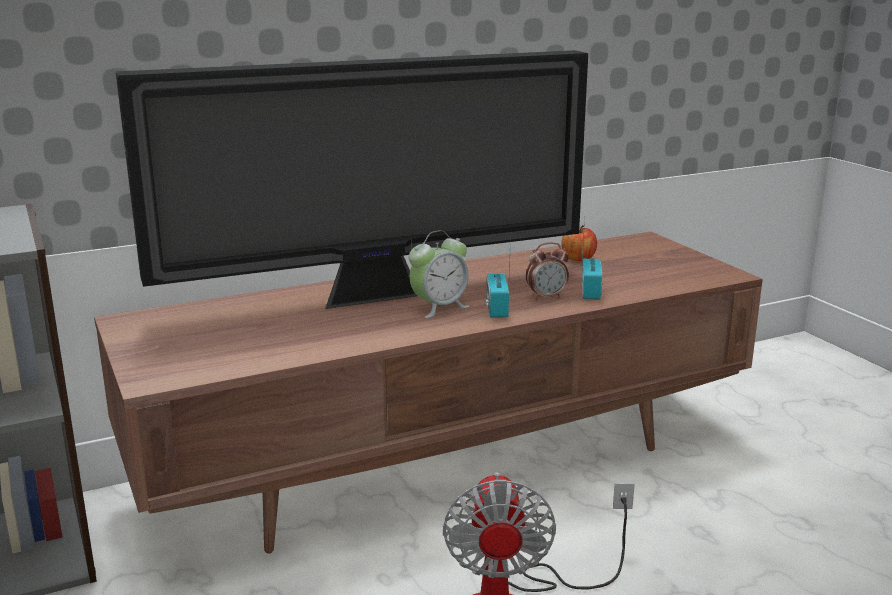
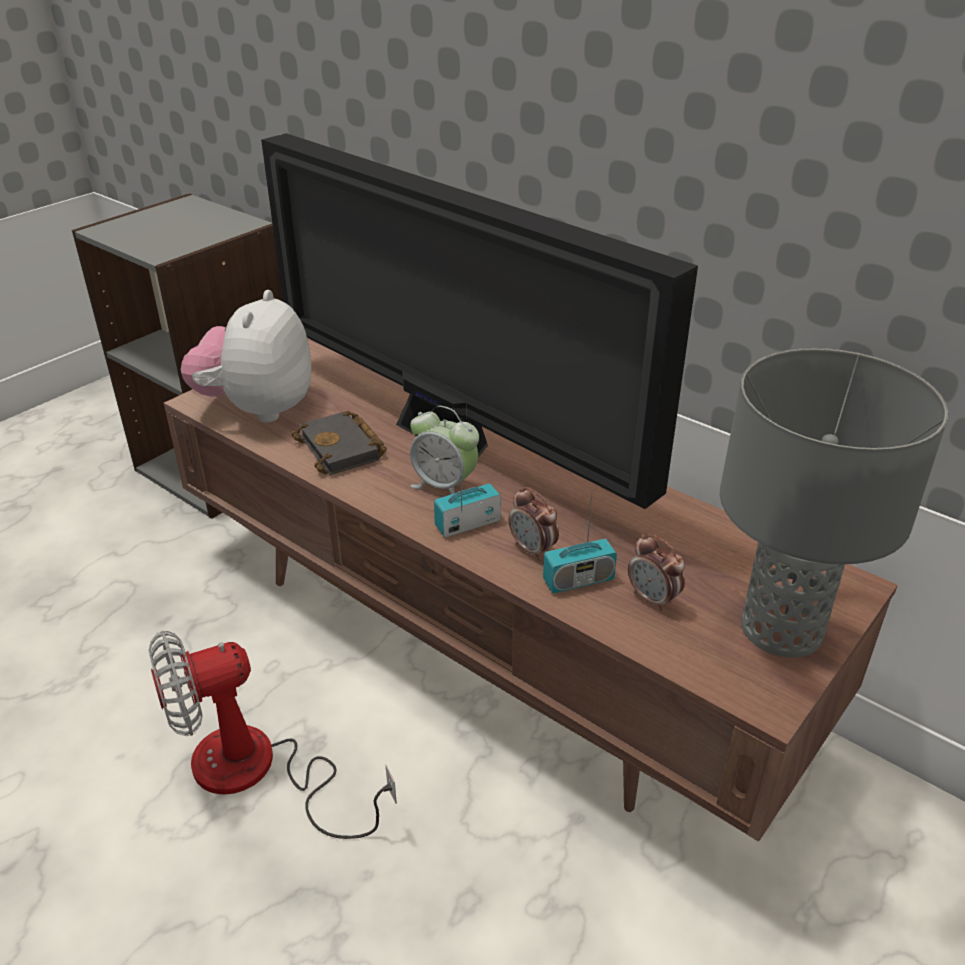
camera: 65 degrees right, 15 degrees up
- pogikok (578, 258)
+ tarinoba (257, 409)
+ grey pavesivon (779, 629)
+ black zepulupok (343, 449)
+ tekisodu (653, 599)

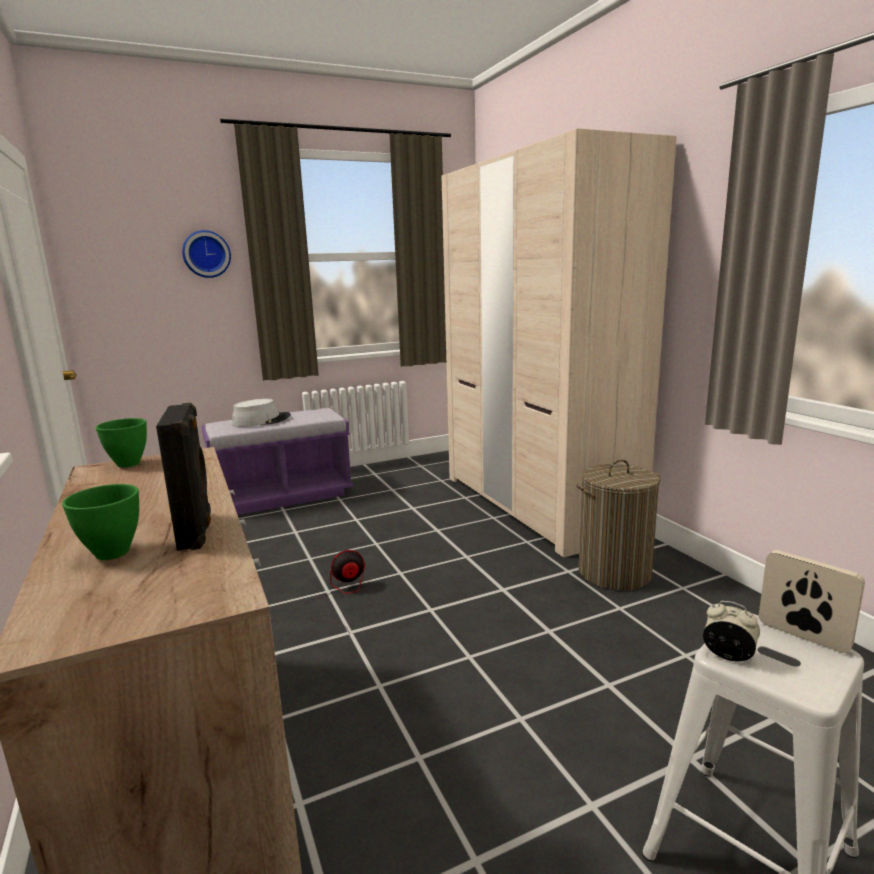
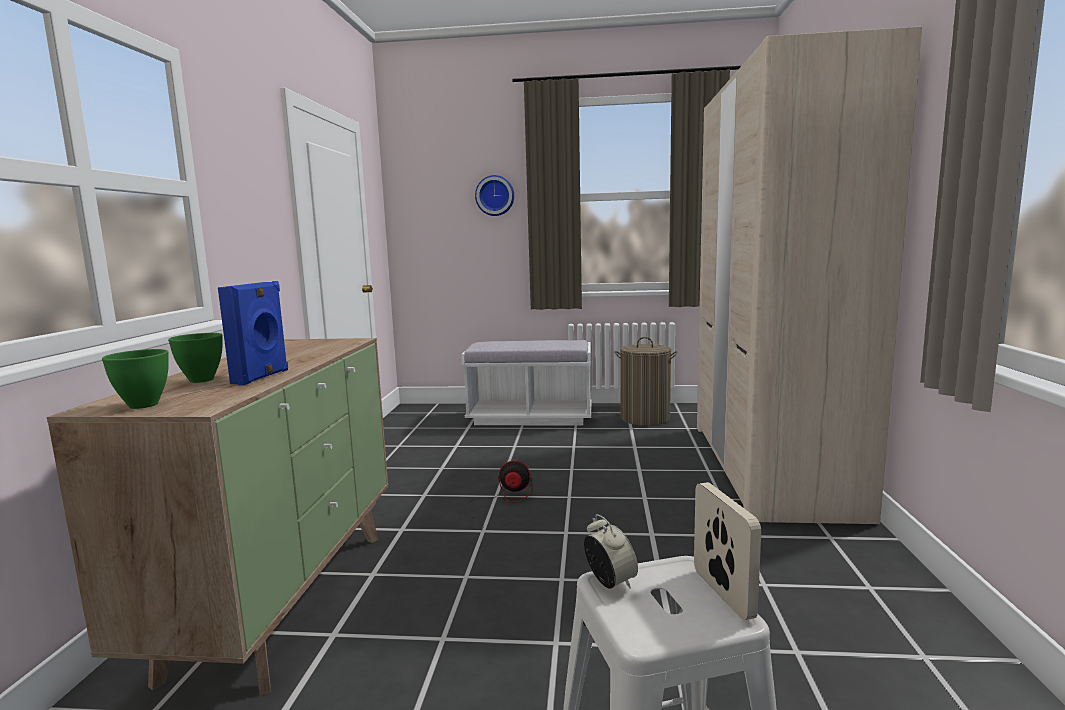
camera: 30 degrees right, 5 degrees down
- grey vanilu (261, 420)
~ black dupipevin (197, 531) to blue dupipevin (262, 377)
~ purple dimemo (282, 497) to white dimemo (530, 417)
~ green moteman (127, 464) to (142, 405)
~ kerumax (614, 573) to (645, 418)

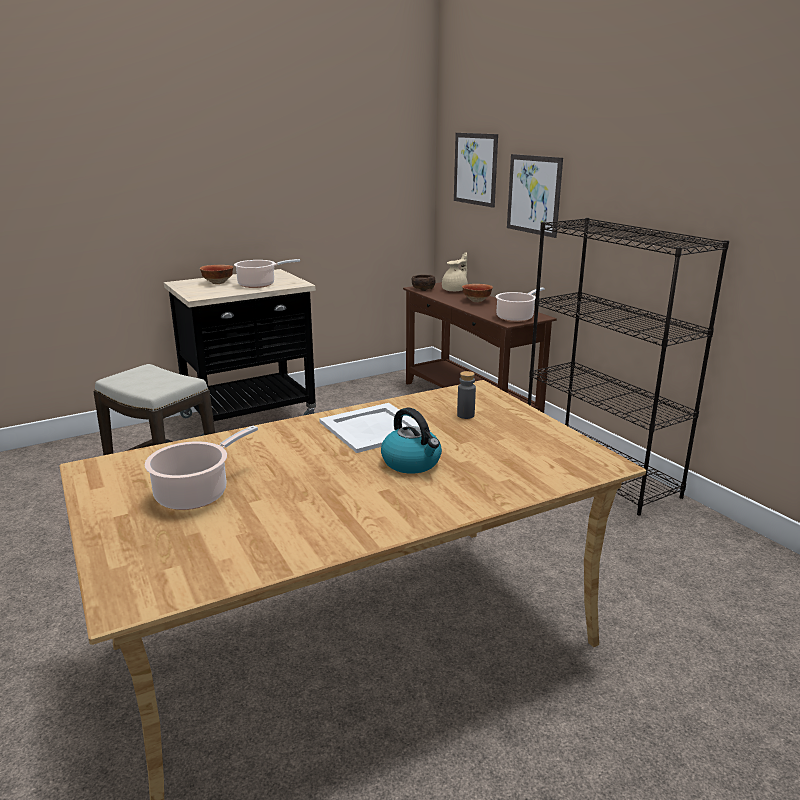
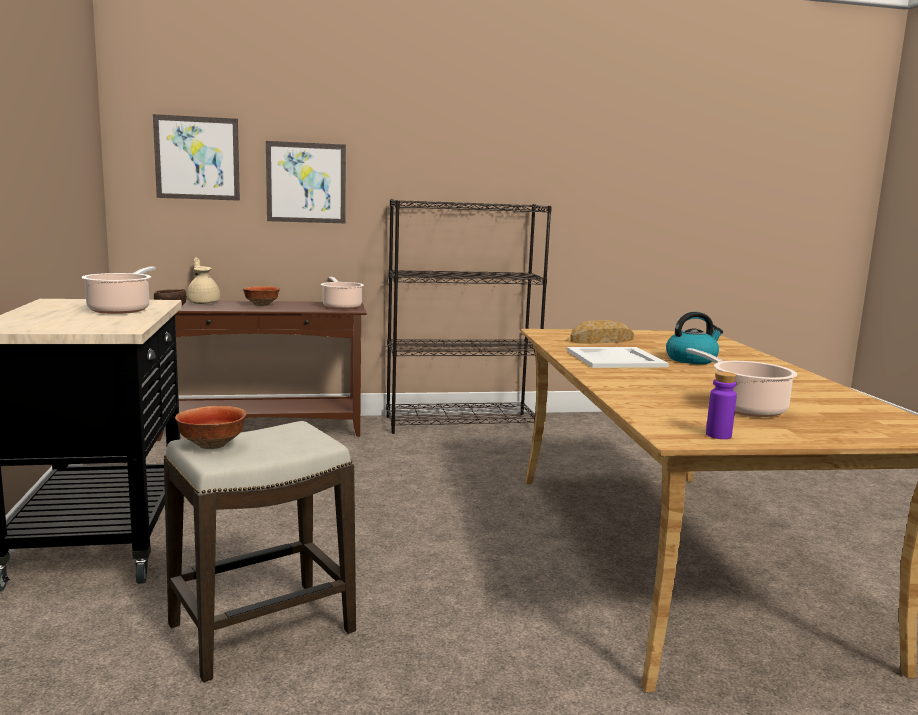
camera: 70 degrees left, 10 degrees down
~ moteman (217, 282) to (210, 445)
~ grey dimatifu (465, 415) to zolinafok (602, 340)
+ purple dimatifu (718, 435)

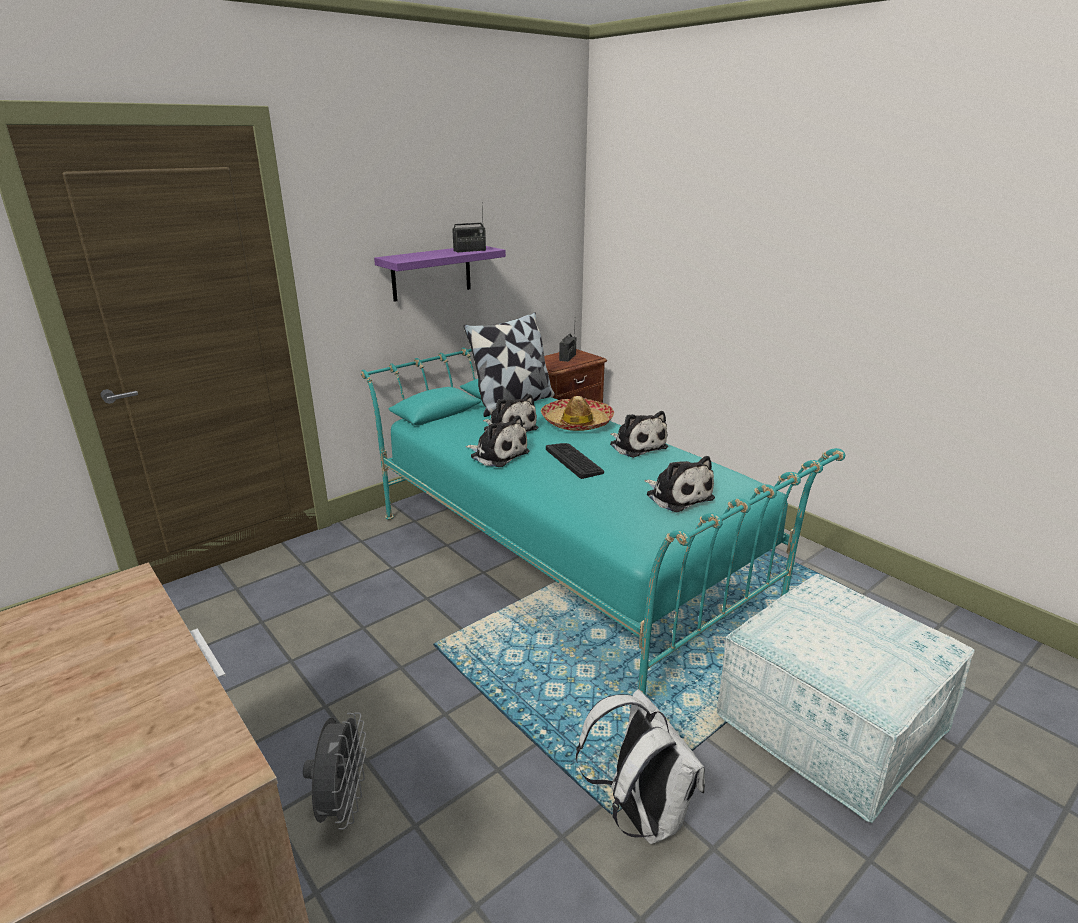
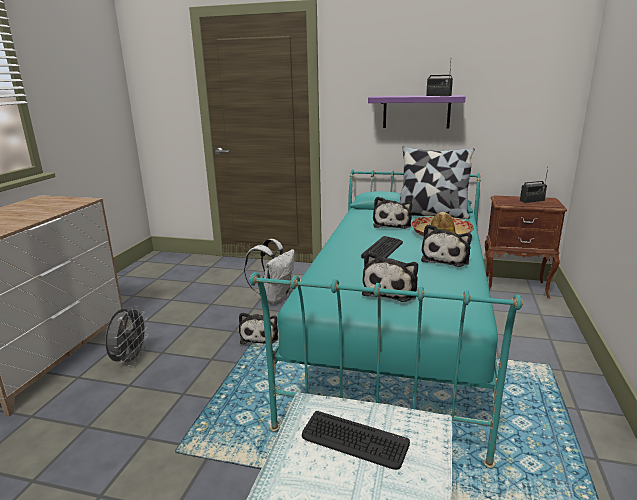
camera: 55 degrees right, 5 degrees down
~ tarinoba (497, 454) to (260, 336)
~ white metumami (639, 814) to (274, 298)
~ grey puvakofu (343, 805) = (130, 360) 45 degrees counterclockwise
+ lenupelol (354, 441)

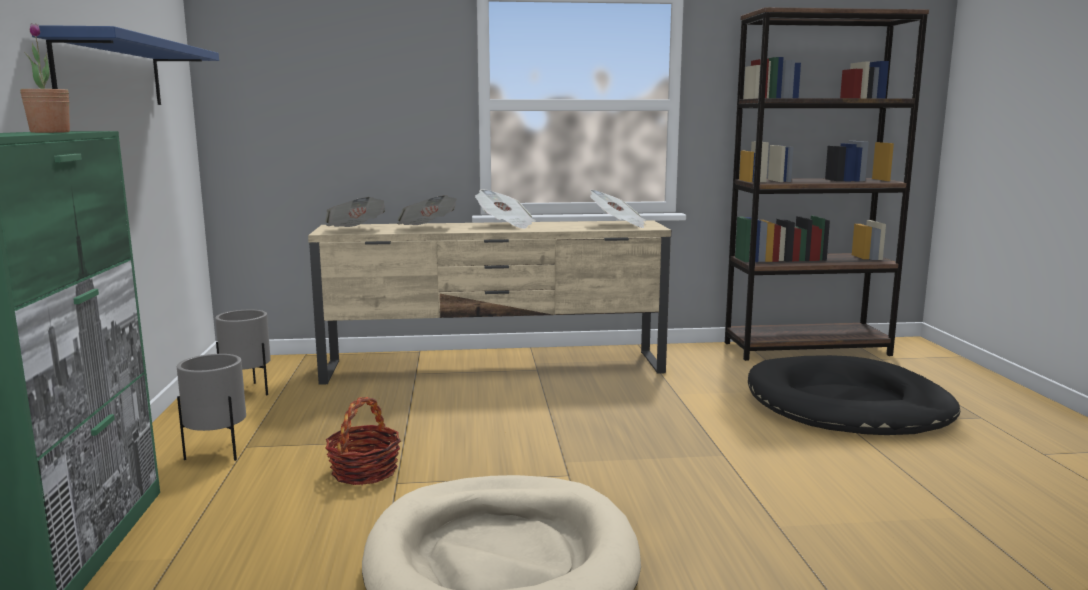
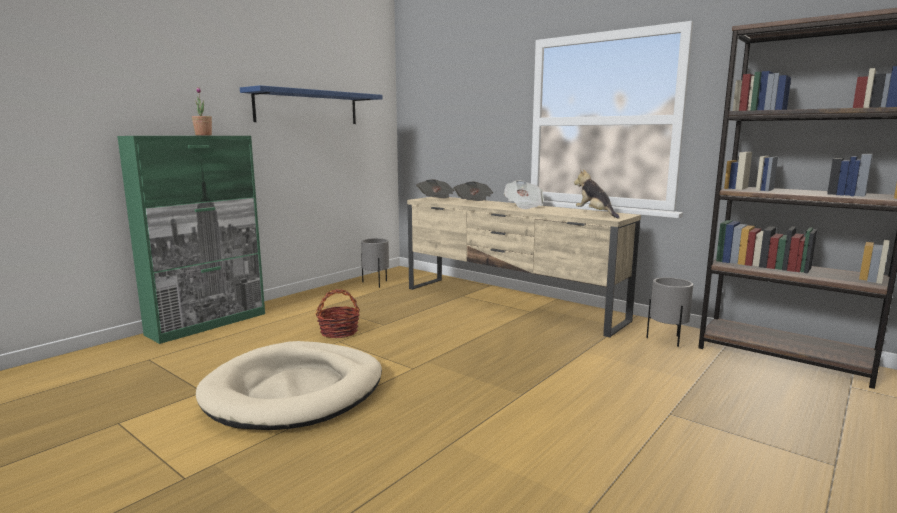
camera: 45 degrees right, 0 degrees up
~ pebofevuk (618, 225) to tarinoba (595, 214)
~ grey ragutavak (218, 454) to (667, 340)
- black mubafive (847, 405)

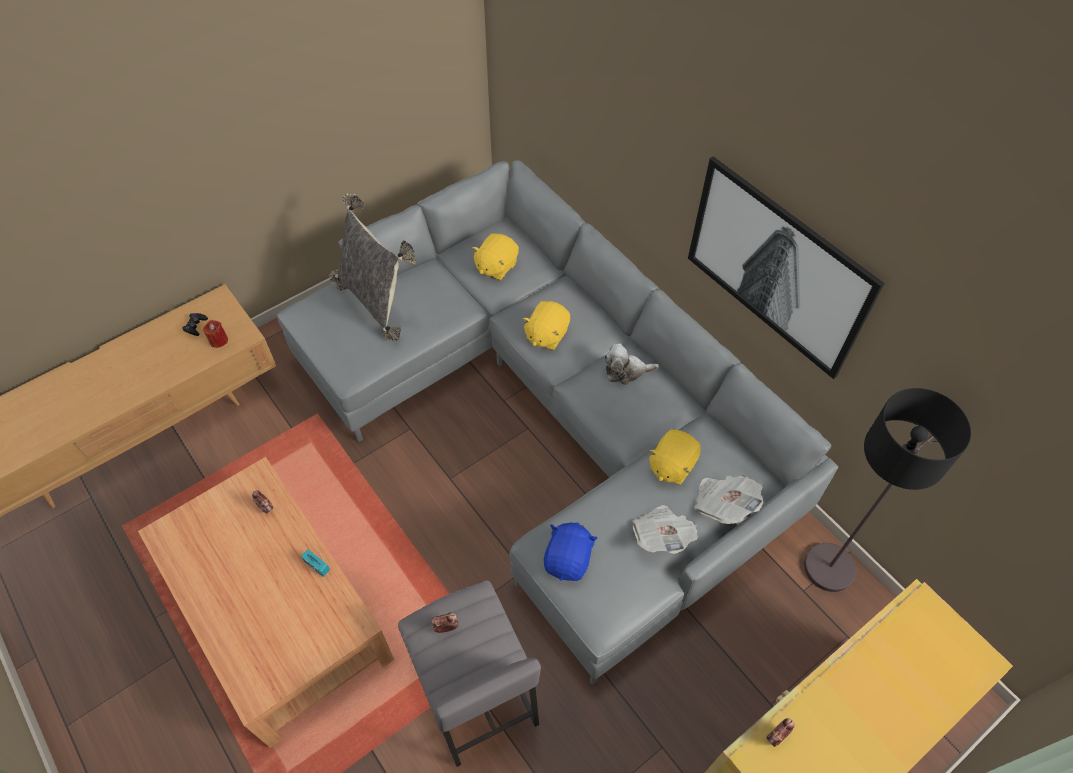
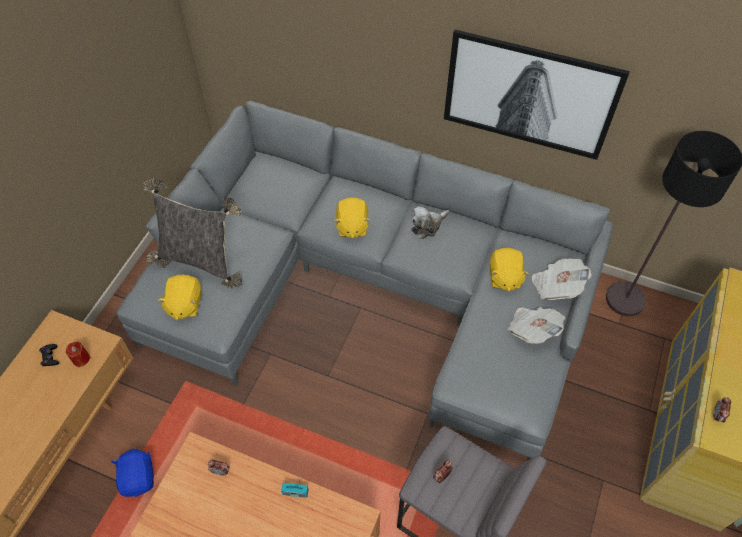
camera: 30 degrees left, 0 degrees up
~ yellow tarinoba (496, 266) to (184, 304)
~ blue tarinoba (568, 559) to (139, 478)

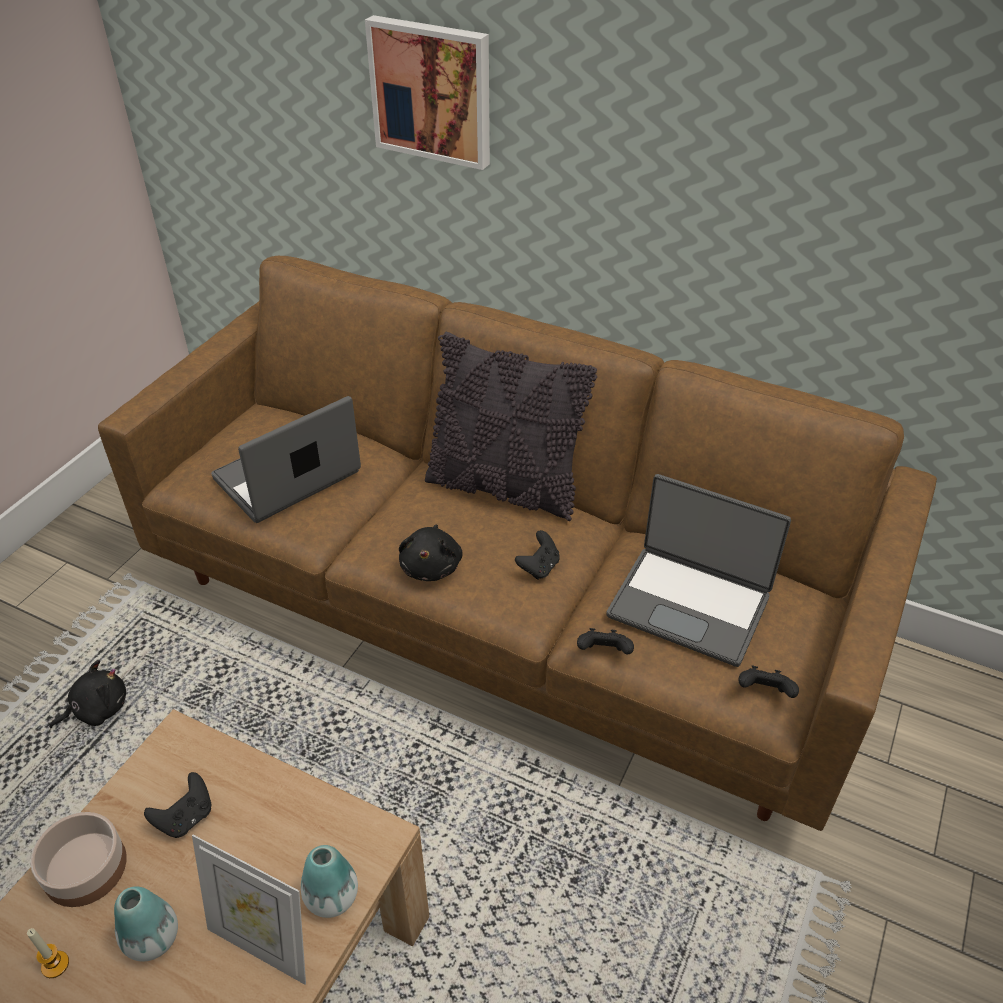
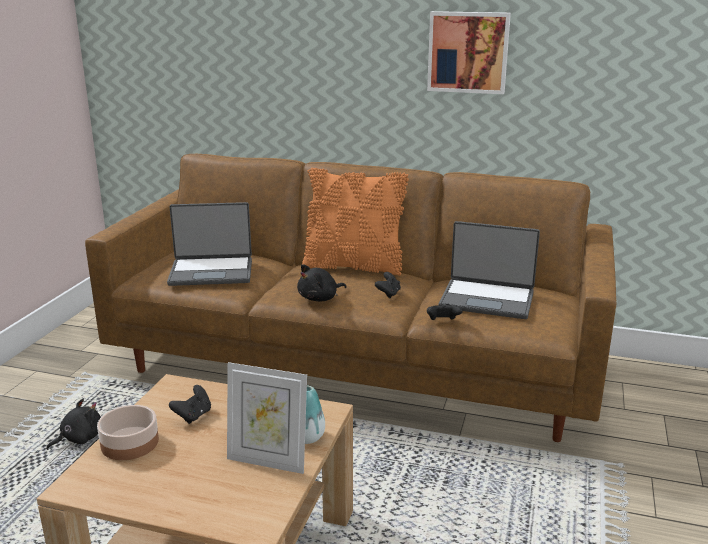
camera: 10 degrees left, 20 degrees down
~ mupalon (432, 91) to (468, 52)
~ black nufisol (505, 487) to orange nufisol (354, 266)
~ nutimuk (288, 478) = (211, 272) 135 degrees counterclockwise
~ black tarinoba (431, 566) = (320, 298) 60 degrees clockwise
- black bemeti (764, 693)
- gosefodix (152, 939)
- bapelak (55, 964)

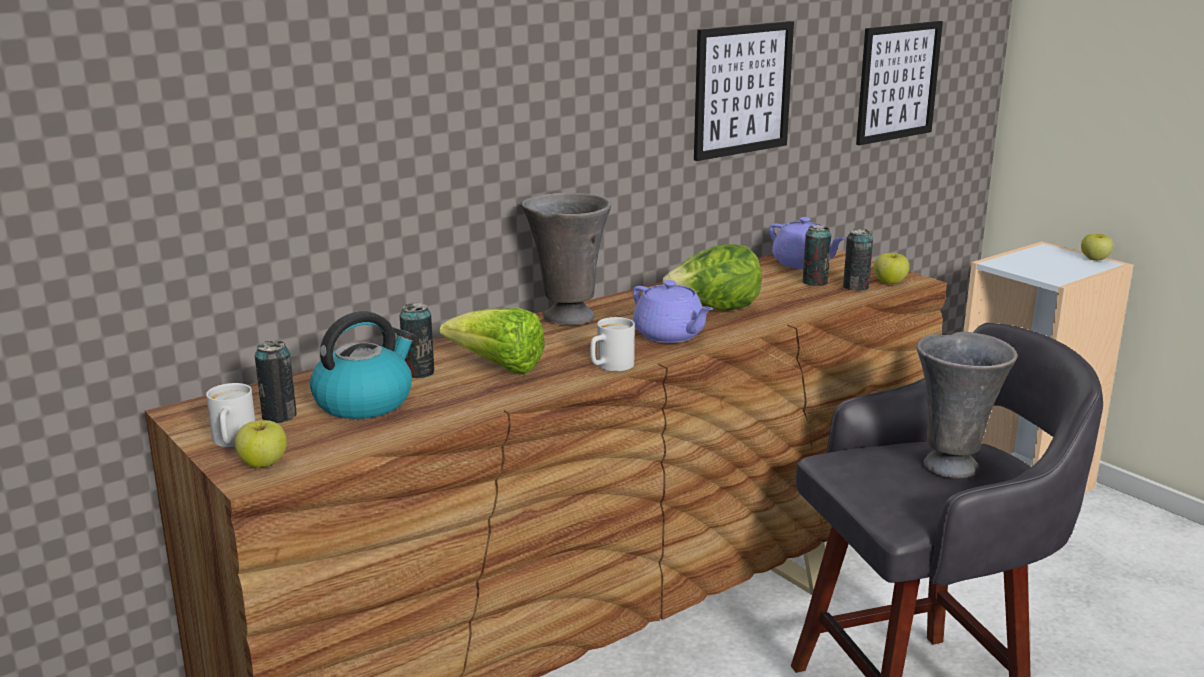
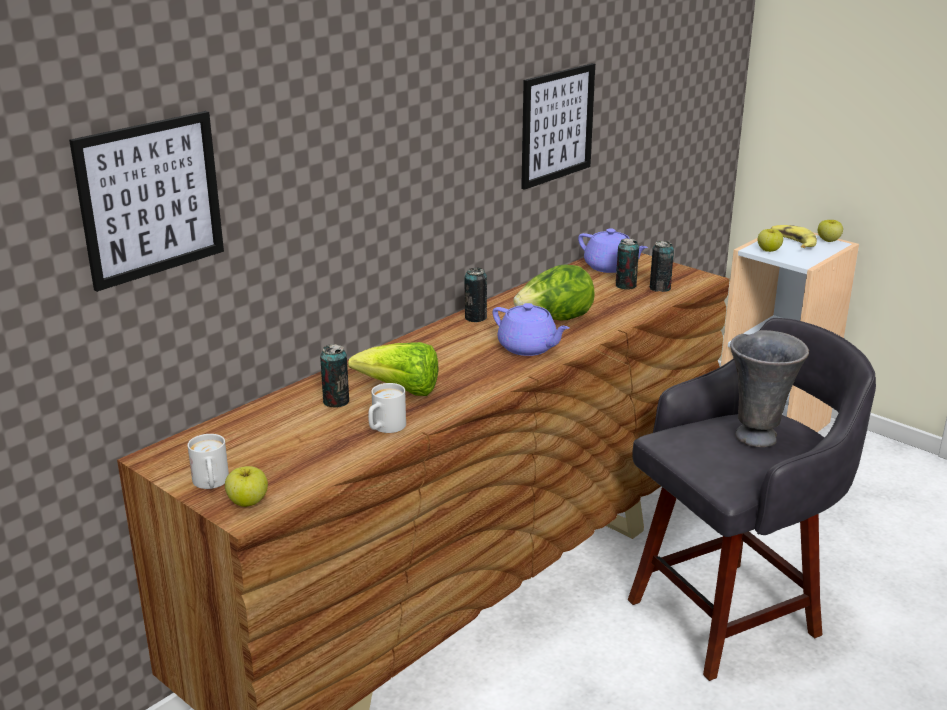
camera: 10 degrees left, 5 degrees up
~ mupalon (898, 82) to (150, 199)
- grey gosefodix (567, 318)
~ pogikok (890, 282) to (768, 250)
- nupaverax (364, 402)
~ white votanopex (609, 367) to (385, 428)
~ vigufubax (279, 416) to (475, 318)
+ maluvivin (792, 242)

